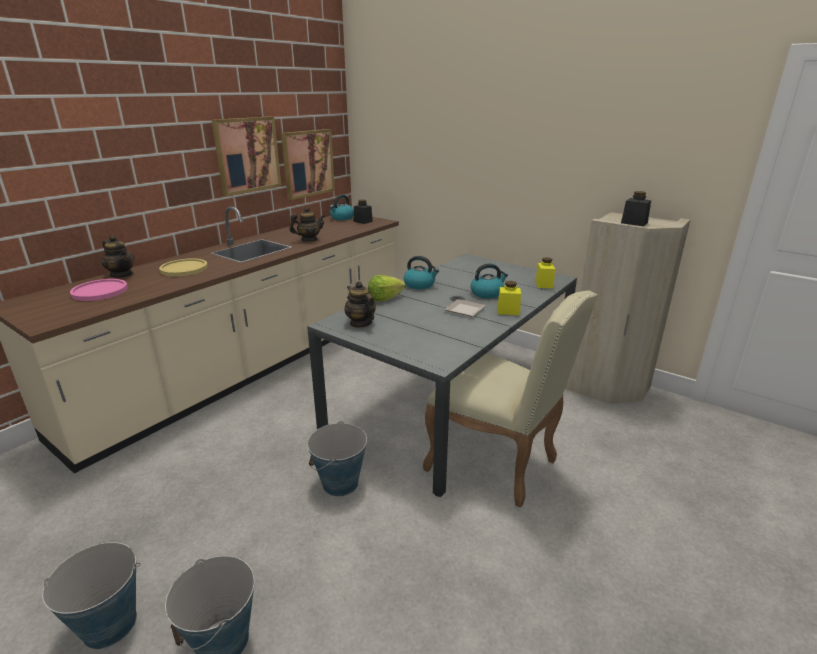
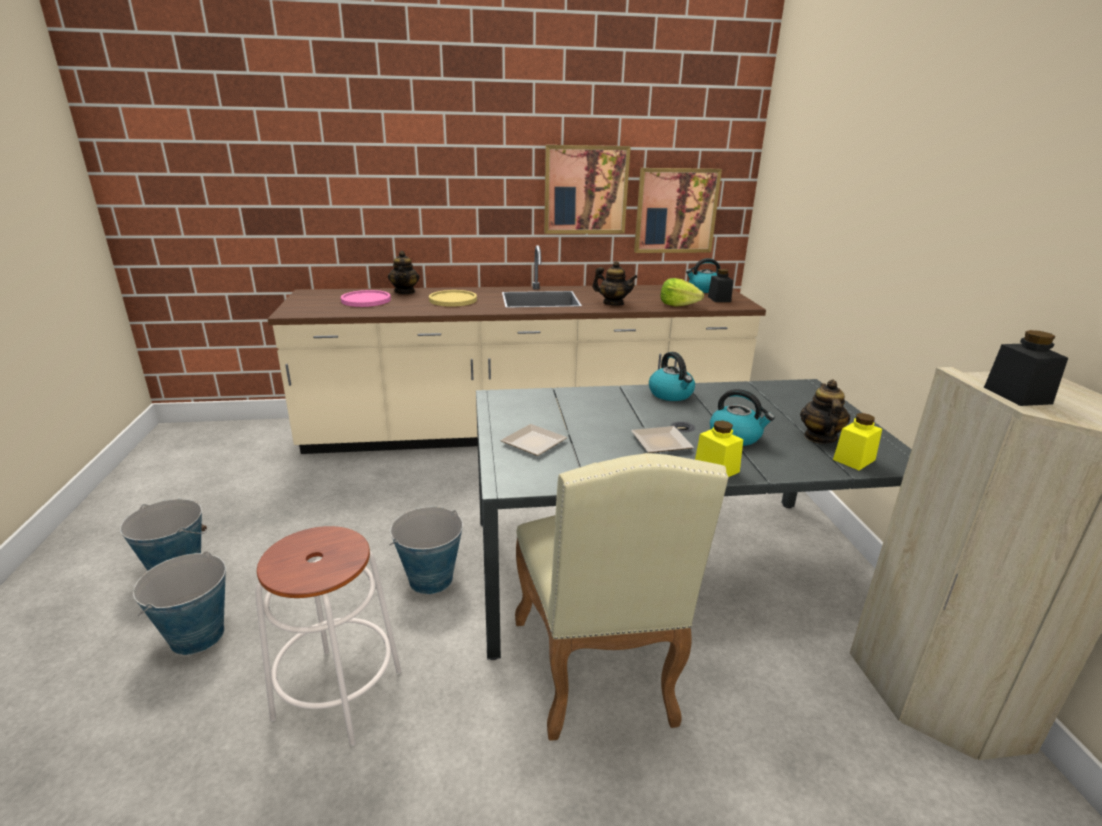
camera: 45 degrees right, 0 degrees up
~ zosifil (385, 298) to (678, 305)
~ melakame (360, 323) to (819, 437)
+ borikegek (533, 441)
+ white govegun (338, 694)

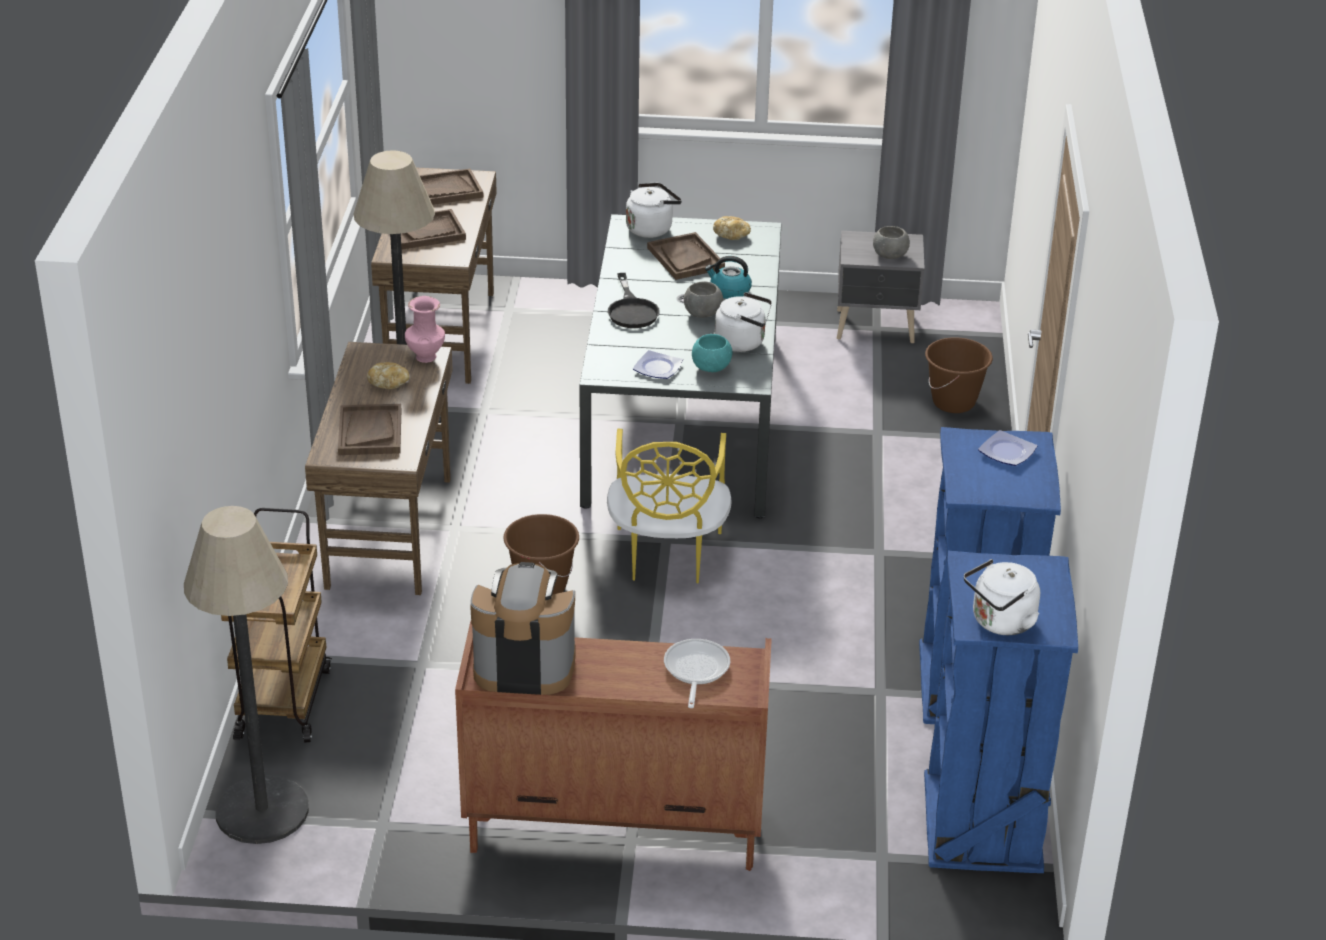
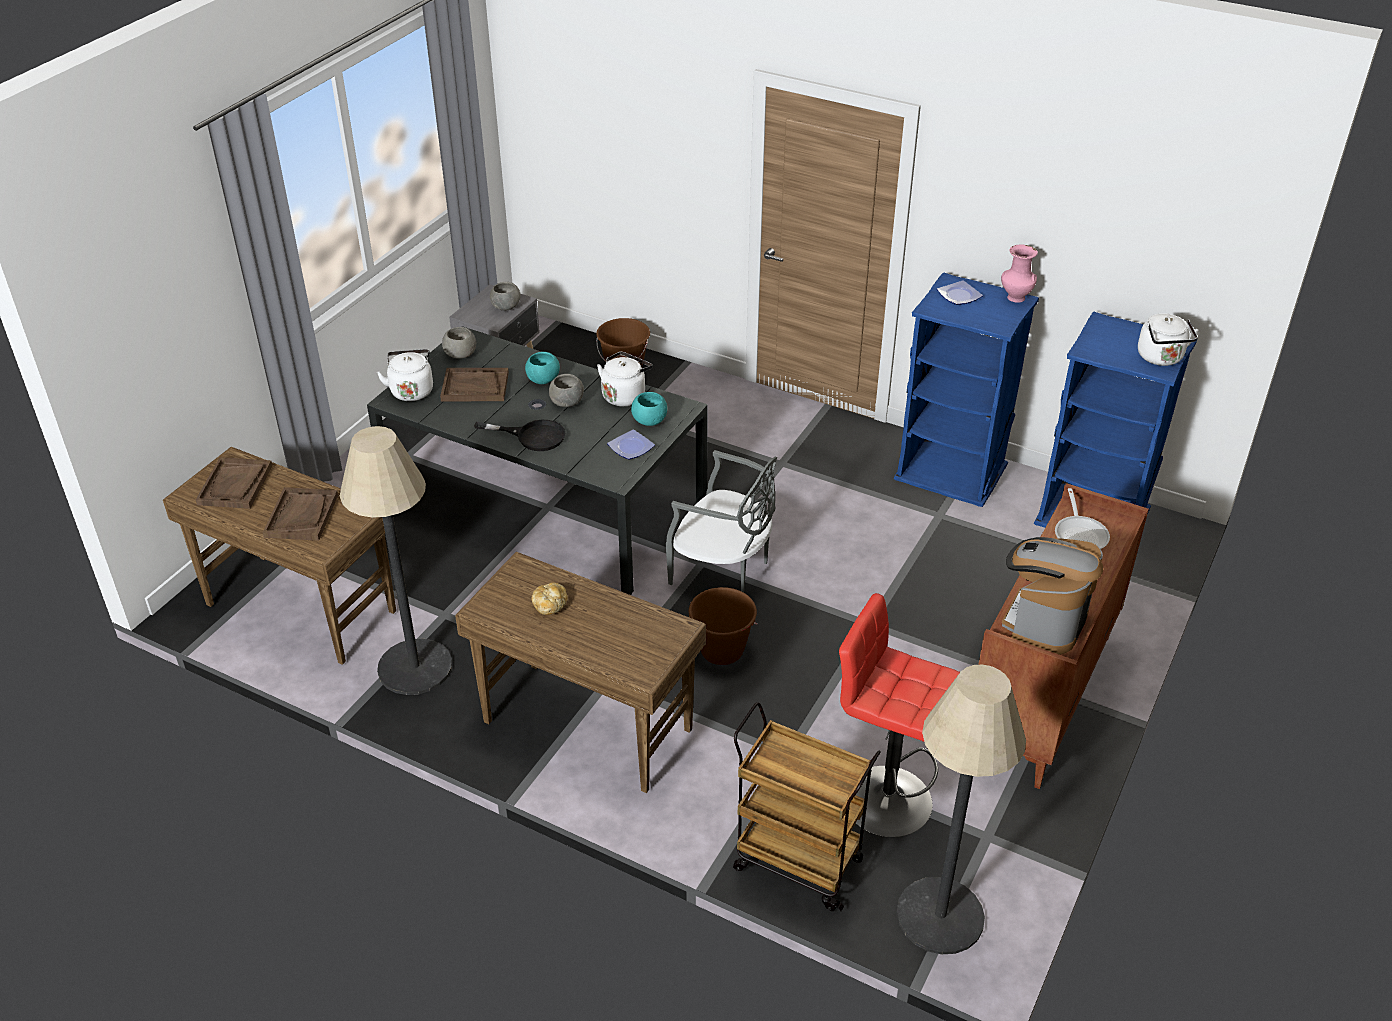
camera: 65 degrees left, 5 degrees up
~ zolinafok (731, 235) to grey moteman (460, 354)
~ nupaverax (729, 291) to turquoise moteman (544, 380)
~ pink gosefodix (425, 356) to (1015, 298)
- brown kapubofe (370, 432)
~ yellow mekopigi (666, 556) to grey mekopigi (723, 569)
~ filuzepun (695, 671) = (1080, 534) 120 degrees counterclockwise
+ red govegun (886, 800)

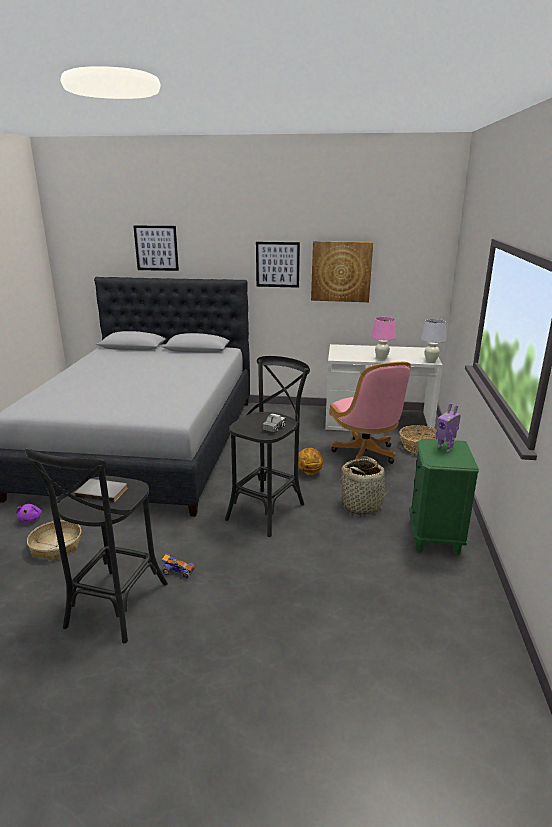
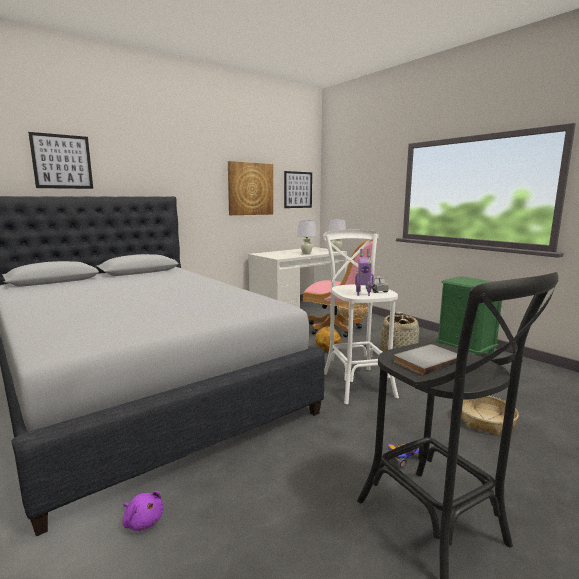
camera: 45 degrees left, 10 degrees down
~ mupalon (277, 264) to (298, 190)
~ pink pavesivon (381, 358) to white pavesivon (306, 254)
~ black govegun (268, 510) to white govegun (357, 382)
~ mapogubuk (445, 448) to (363, 294)
~ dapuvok (56, 546) to (485, 421)

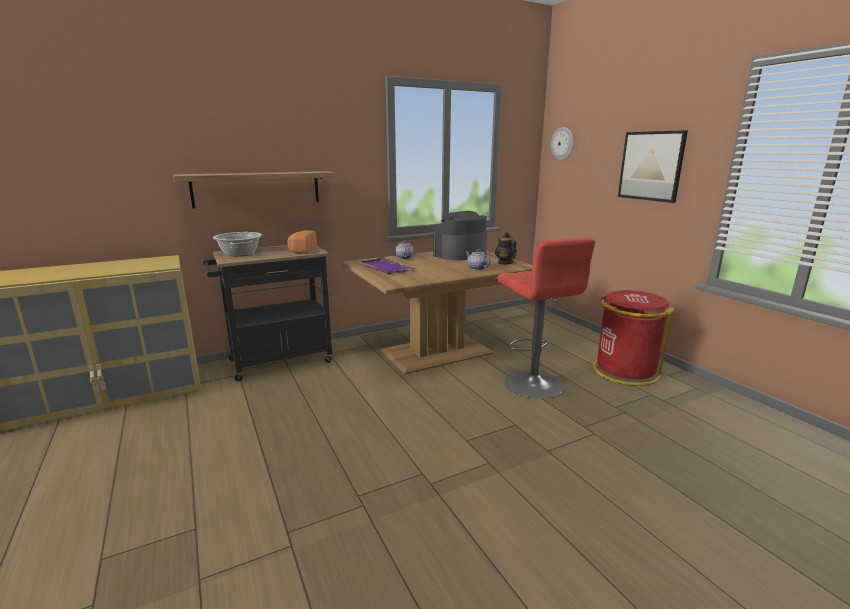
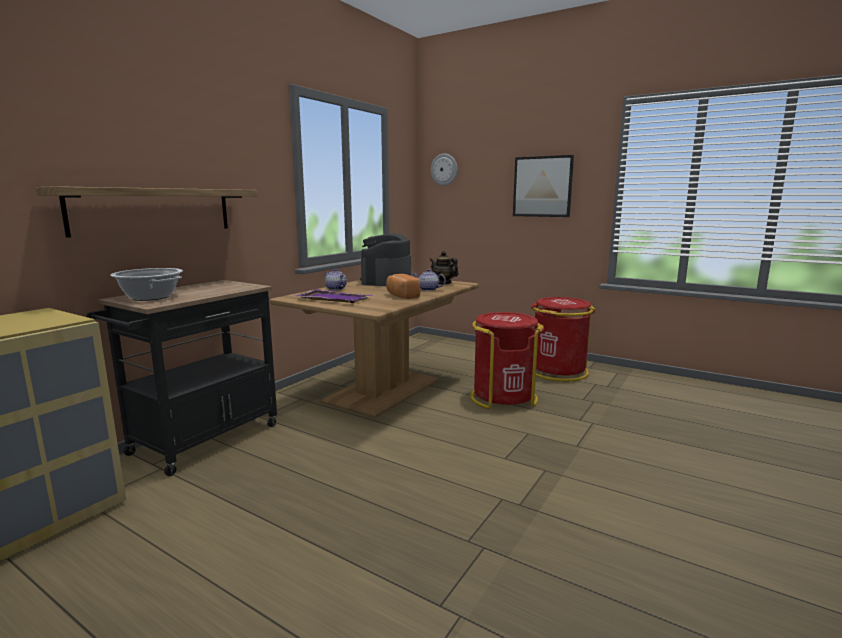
camera: 30 degrees left, 5 degrees down
~ zolinafok (302, 250) to (401, 296)
~ red govegun (533, 384) to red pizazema (503, 398)

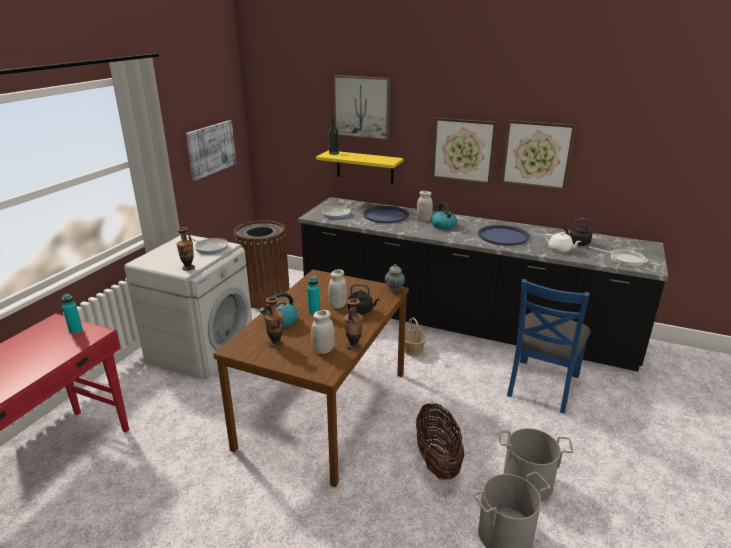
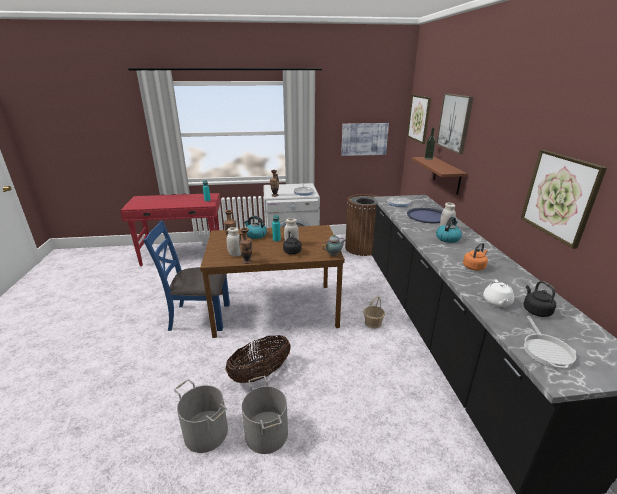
camera: 60 degrees right, 0 degrees up
~ mupalon (463, 150) to (419, 118)
~ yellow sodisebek (365, 167) to brown sodisebek (447, 175)
~ blue kapubofe (503, 236) to orange nupaverax (474, 267)
~ blue mekopigi (542, 385) to (199, 317)

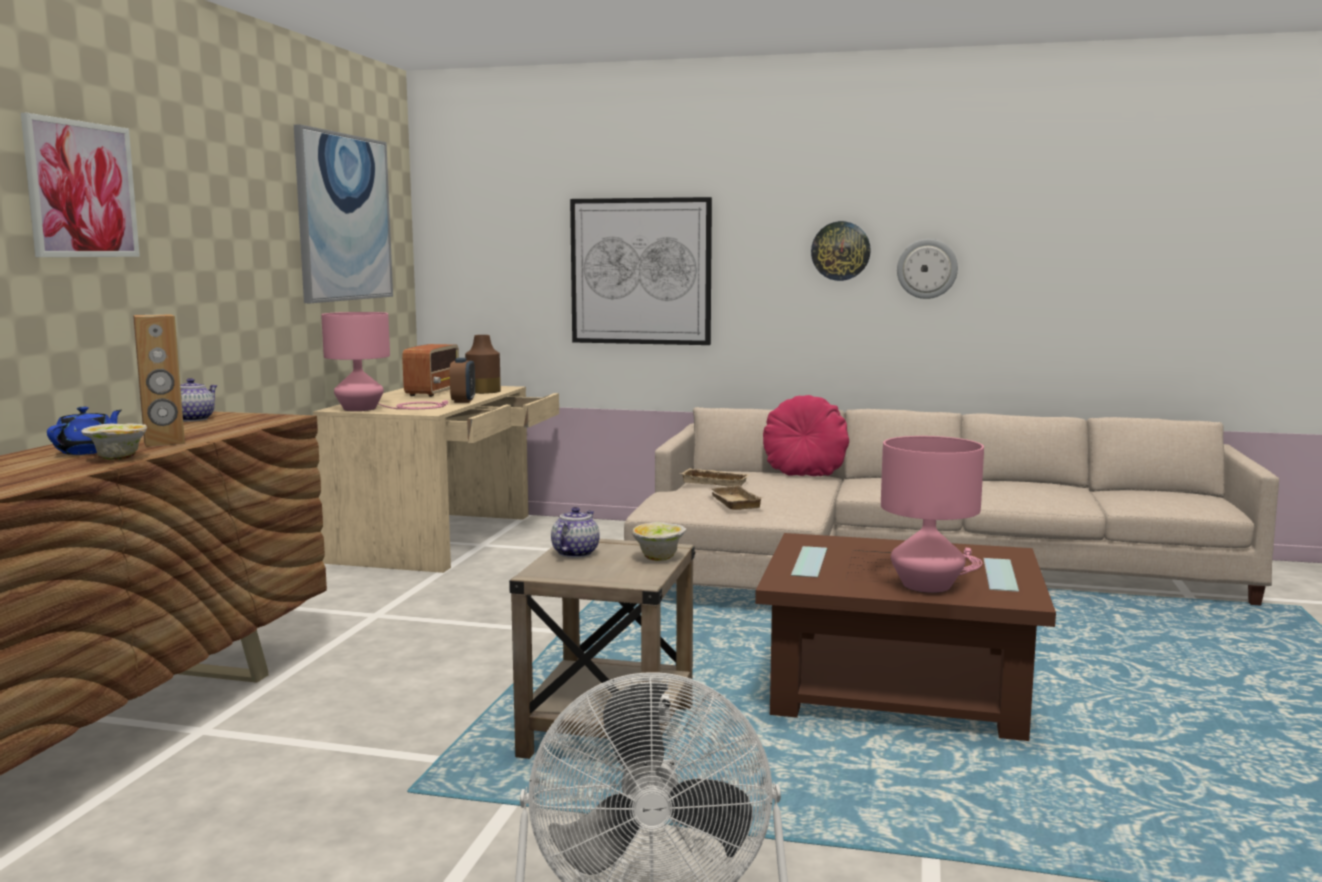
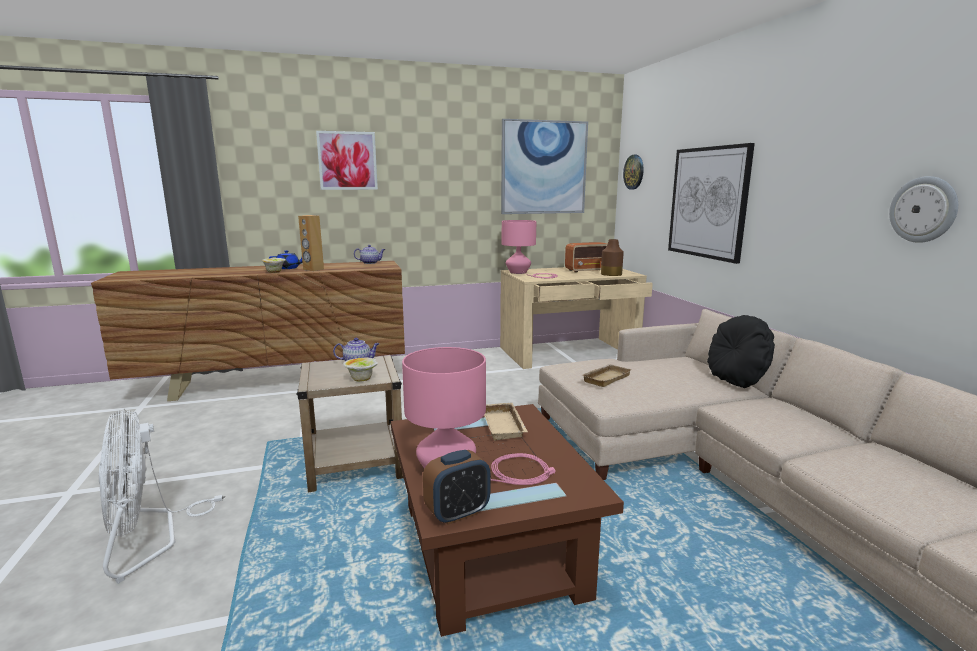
camera: 60 degrees right, 5 degrees up
~ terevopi (840, 251) to (634, 172)
~ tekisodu (463, 401) to (457, 513)
~ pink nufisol (805, 474) to black nufisol (736, 381)
~ beige kapubofe (716, 482) to (505, 425)

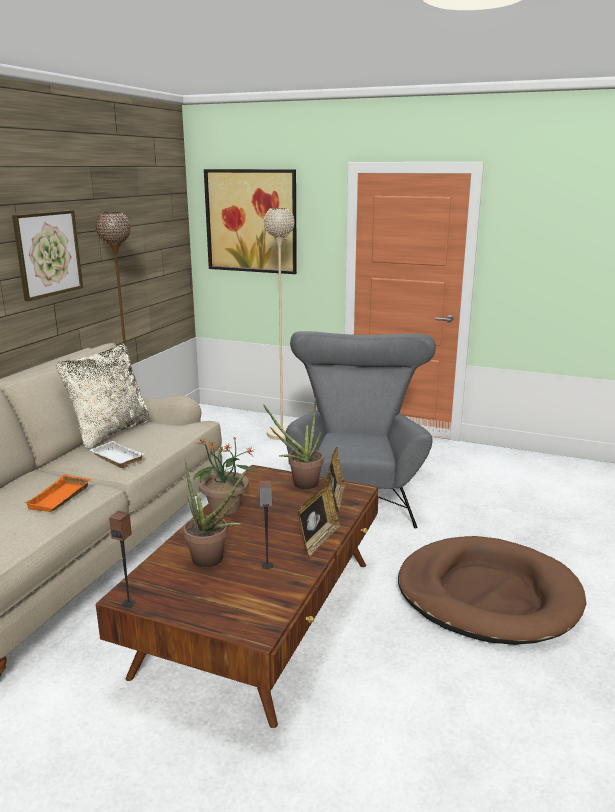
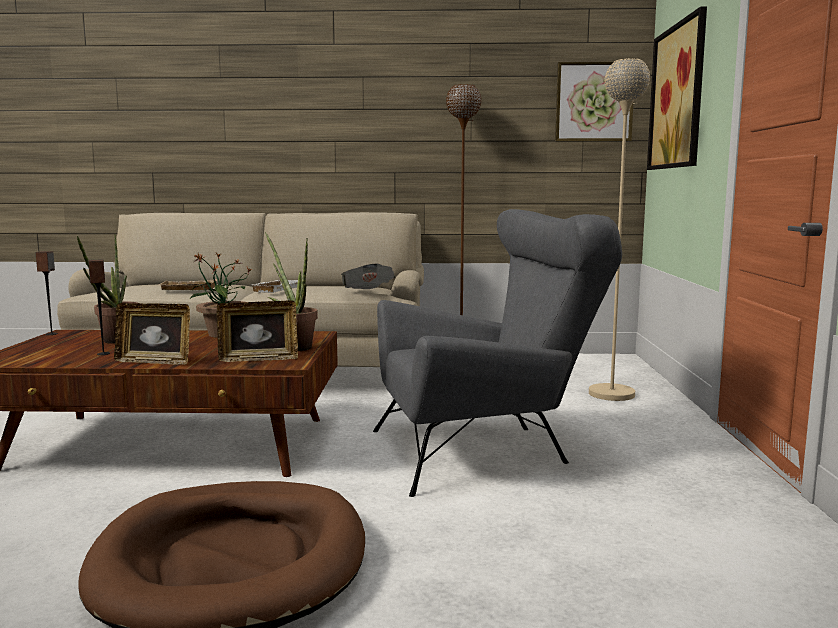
camera: 70 degrees right, 10 degrees down
~ mupalon (48, 254) to (594, 102)
- beige nufisol (111, 432)
~ orange kapubofe (60, 499) to beige kapubofe (187, 289)
+ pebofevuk (368, 293)

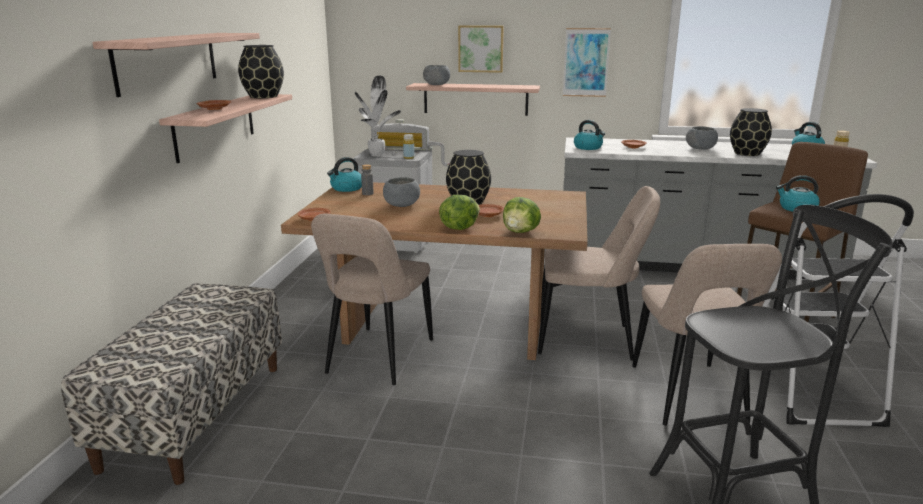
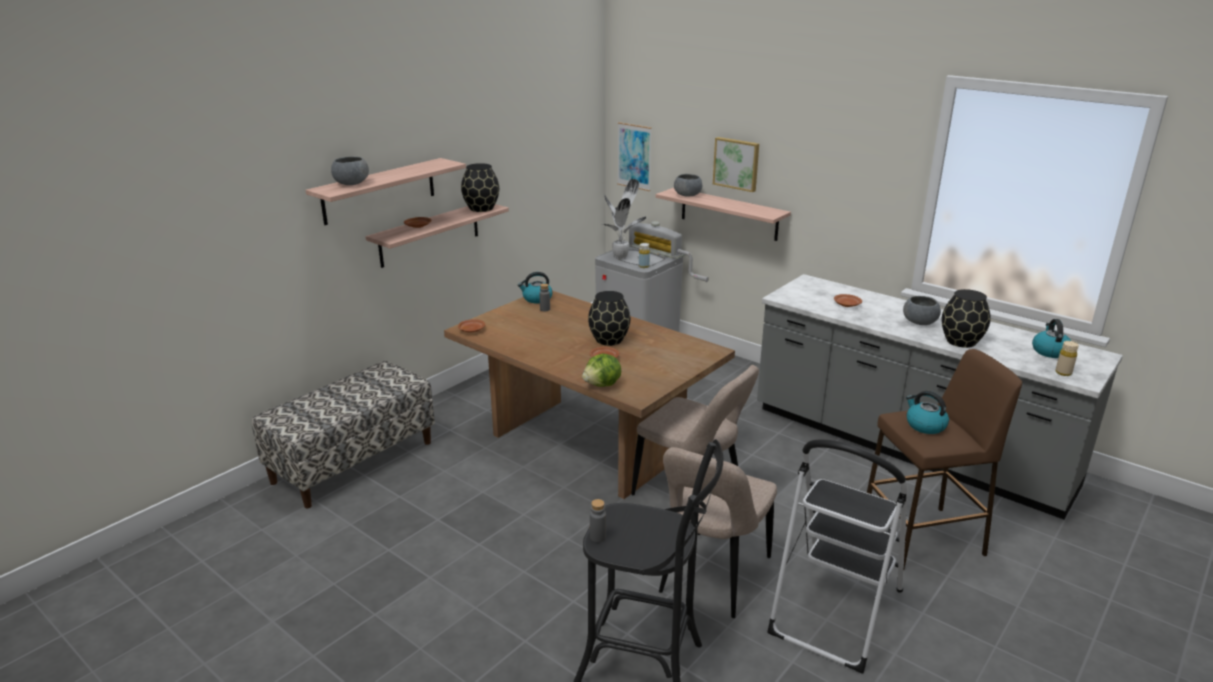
camera: 30 degrees right, 5 degrees up
~ mupalon (586, 62) to (634, 156)
- nupaverax (588, 147)
~ grey moteman (401, 205) to (351, 183)
- zosifil (459, 228)
- beige mekopigi (377, 359)
+ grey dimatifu (598, 537)

